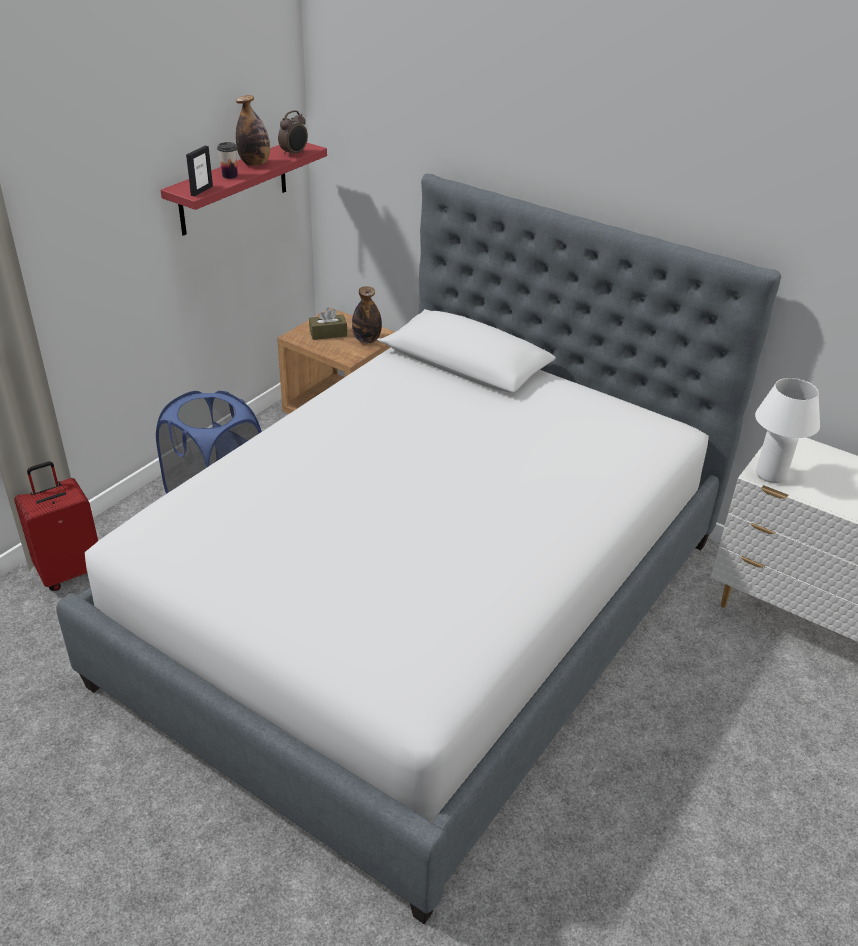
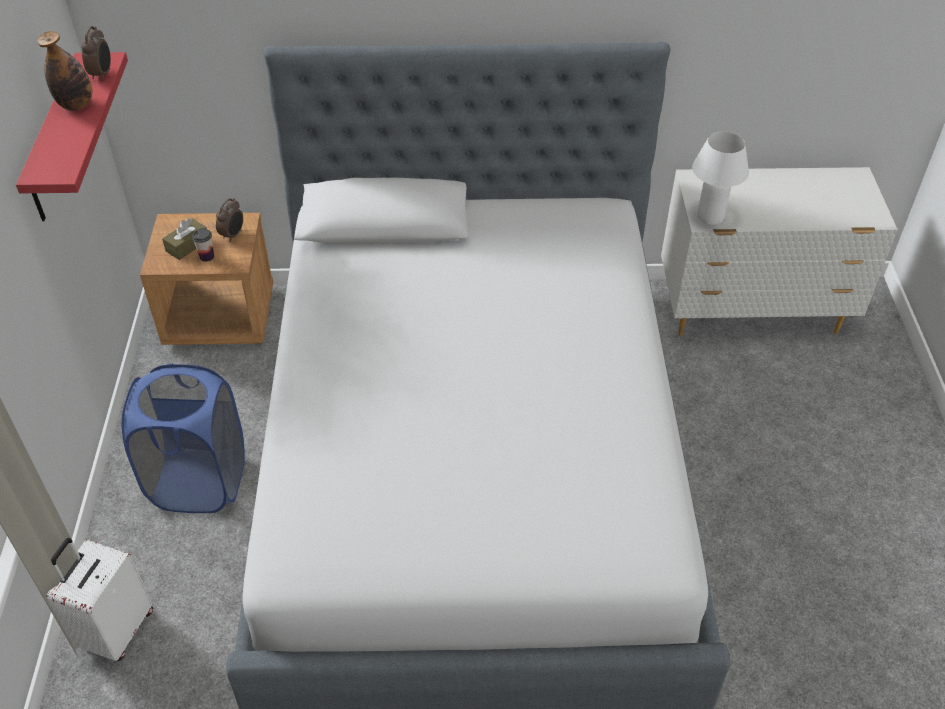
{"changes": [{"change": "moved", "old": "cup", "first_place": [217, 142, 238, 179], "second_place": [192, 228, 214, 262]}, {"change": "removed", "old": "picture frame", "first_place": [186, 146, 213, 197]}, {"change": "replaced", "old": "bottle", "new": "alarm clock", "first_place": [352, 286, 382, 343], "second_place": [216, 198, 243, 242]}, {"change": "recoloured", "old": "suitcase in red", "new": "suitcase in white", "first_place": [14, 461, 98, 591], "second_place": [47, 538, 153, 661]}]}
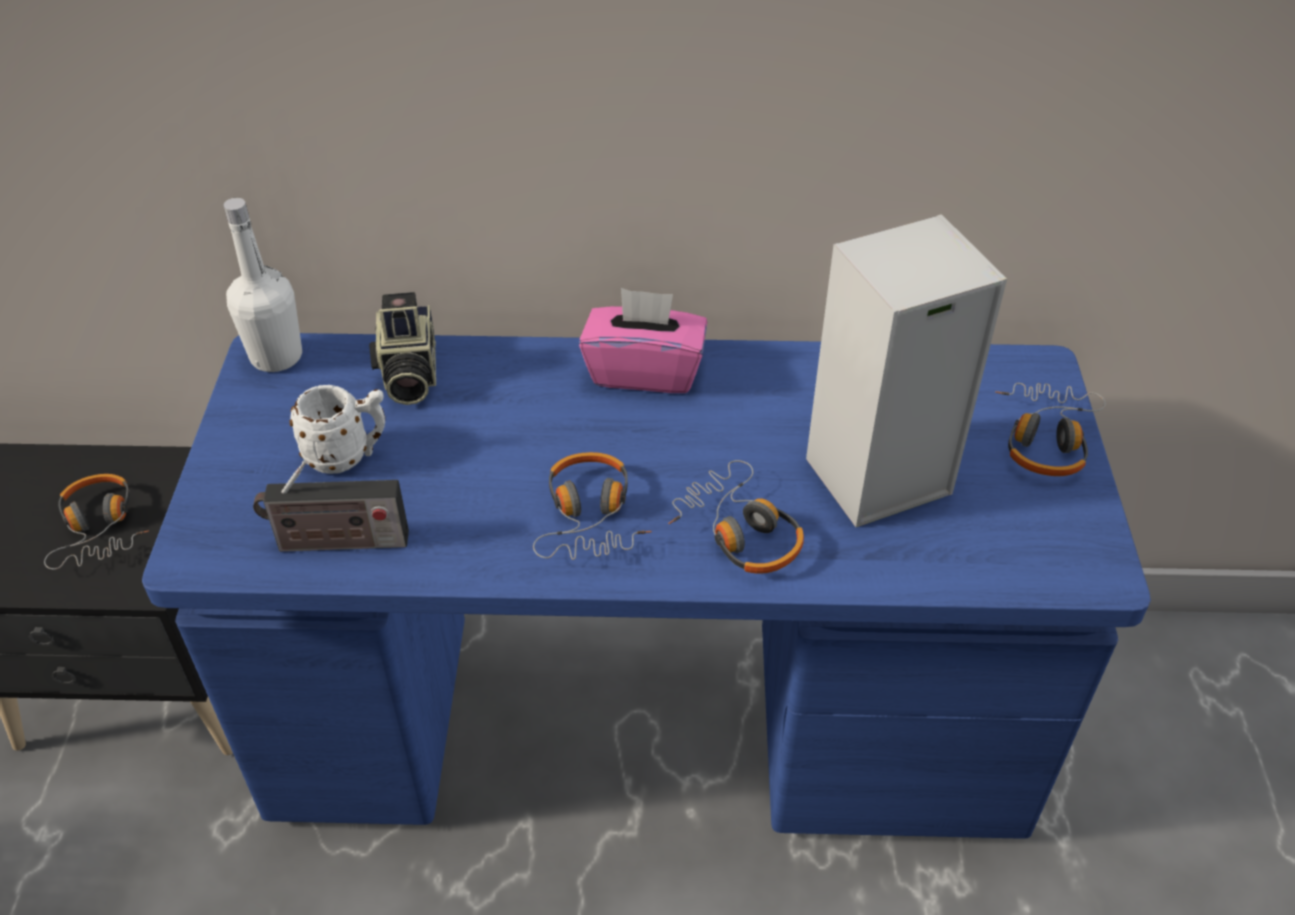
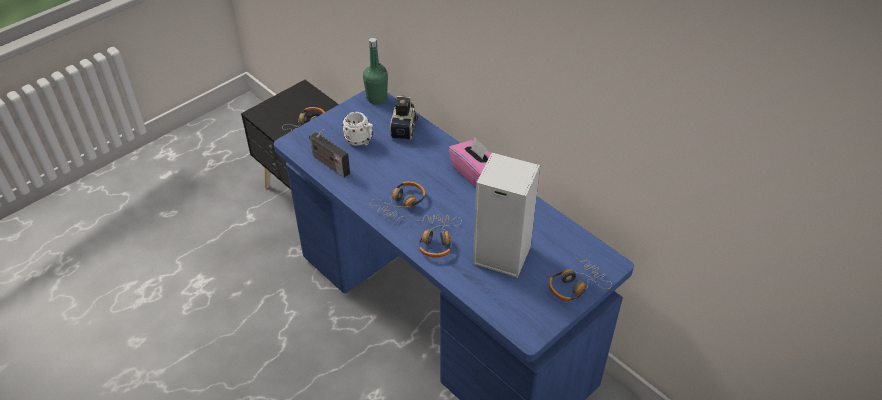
{"changes": [{"change": "recoloured", "old": "bottle in white", "new": "bottle in green", "first_place": [223, 198, 302, 372], "second_place": [363, 38, 388, 105]}, {"change": "turned", "old": "photo camera", "first_place": [369, 292, 436, 405], "second_place": [390, 96, 418, 140], "degrees": 150}]}
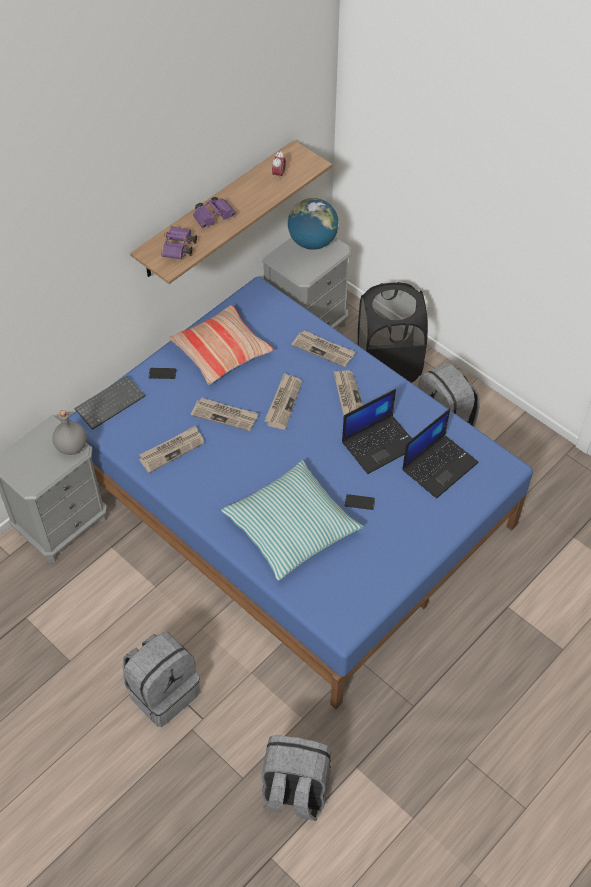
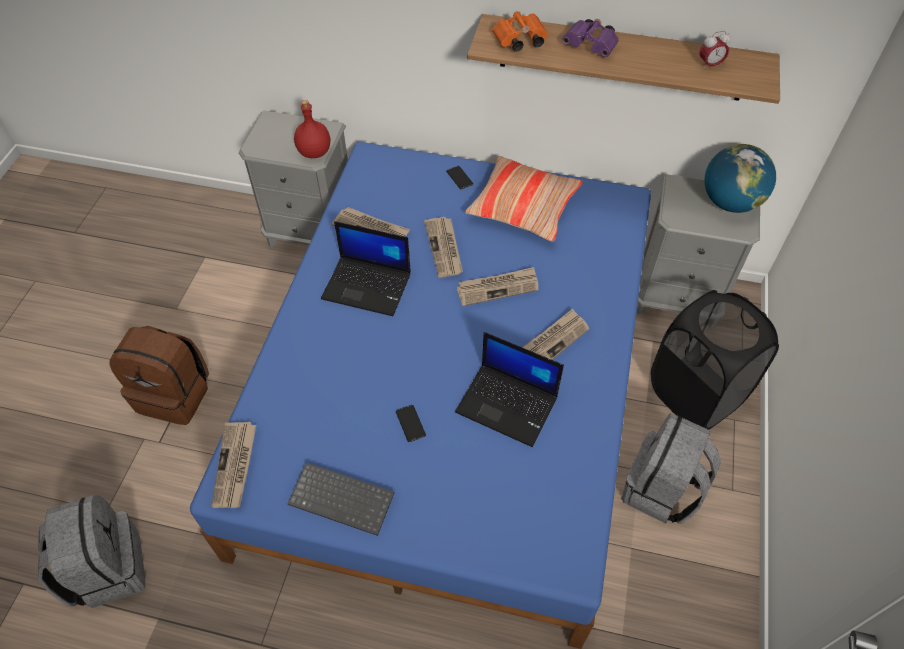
{"changes": [{"change": "recoloured", "old": "binoculars in purple", "new": "binoculars in orange", "first_place": [161, 226, 197, 259], "second_place": [492, 11, 548, 52]}, {"change": "moved", "old": "newspaper", "first_place": [291, 330, 356, 367], "second_place": [211, 422, 256, 508]}, {"change": "moved", "old": "keyboard", "first_place": [75, 376, 145, 430], "second_place": [287, 462, 395, 536]}, {"change": "moved", "old": "laptop", "first_place": [402, 408, 479, 499], "second_place": [321, 221, 411, 316]}, {"change": "recoloured", "old": "bottle in grey", "new": "bottle in red", "first_place": [52, 410, 87, 455], "second_place": [294, 100, 330, 158]}, {"change": "removed", "old": "pillow", "first_place": [221, 460, 363, 580]}, {"change": "recoloured", "old": "backpack in grey", "new": "backpack in brown", "first_place": [123, 631, 200, 727], "second_place": [109, 326, 209, 425]}]}
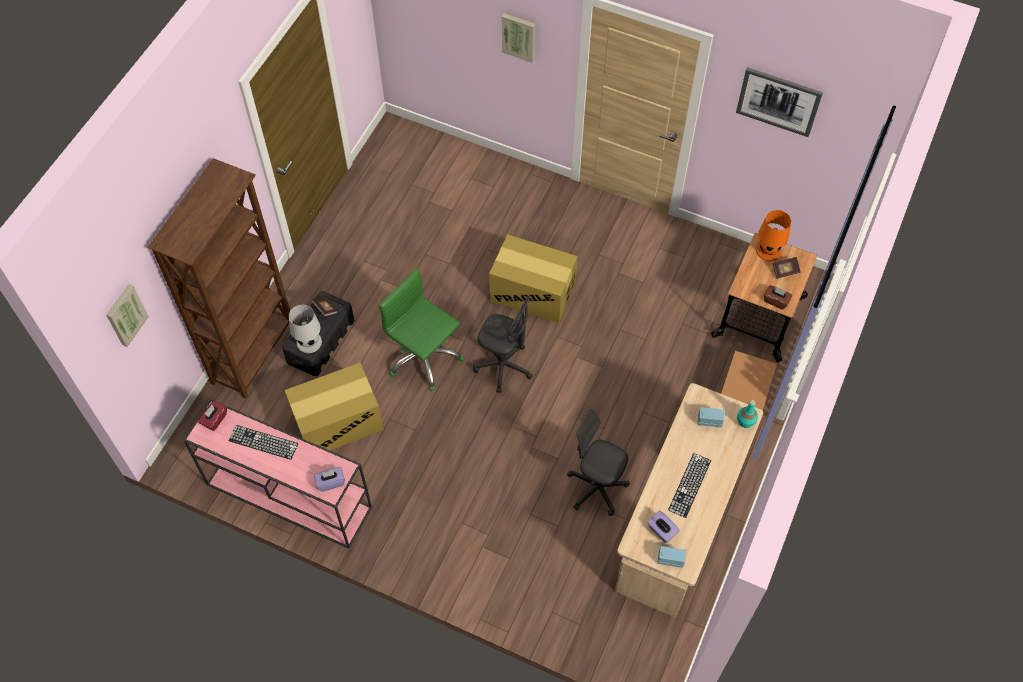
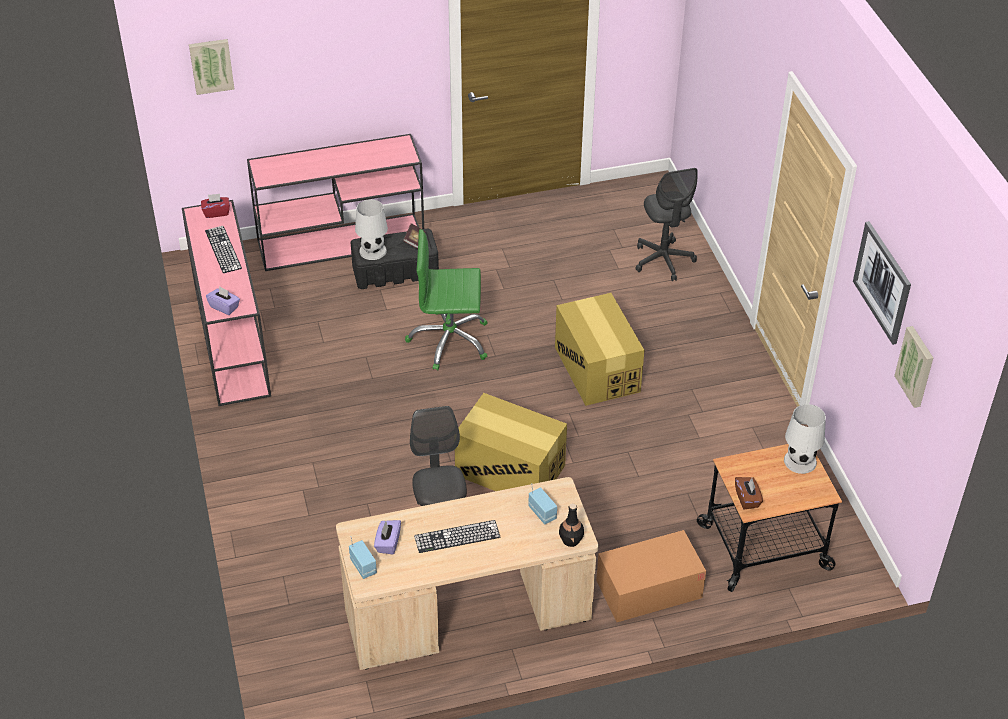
{"changes": [{"change": "moved", "old": "picture", "first_place": [502, 13, 535, 63], "second_place": [894, 326, 933, 408]}, {"change": "replaced", "old": "bookcase in brown", "new": "console table in pink", "first_place": [147, 158, 294, 399], "second_place": [247, 134, 424, 271]}, {"change": "recoloured", "old": "table lamp in orange", "new": "table lamp in white", "first_place": [756, 210, 791, 261], "second_place": [784, 404, 826, 474]}, {"change": "removed", "old": "book", "first_place": [773, 257, 800, 279]}, {"change": "turned", "old": "office chair in green", "first_place": [379, 269, 464, 391], "second_place": [405, 229, 488, 370], "degrees": -90}, {"change": "moved", "old": "office chair in grey", "first_place": [473, 298, 533, 393], "second_place": [635, 168, 698, 281]}, {"change": "moved", "old": "cardboard box", "first_place": [285, 363, 384, 450], "second_place": [455, 393, 567, 491]}, {"change": "recoloured", "old": "bottle in turquoise", "new": "bottle in black", "first_place": [737, 400, 758, 428], "second_place": [559, 503, 584, 547]}]}
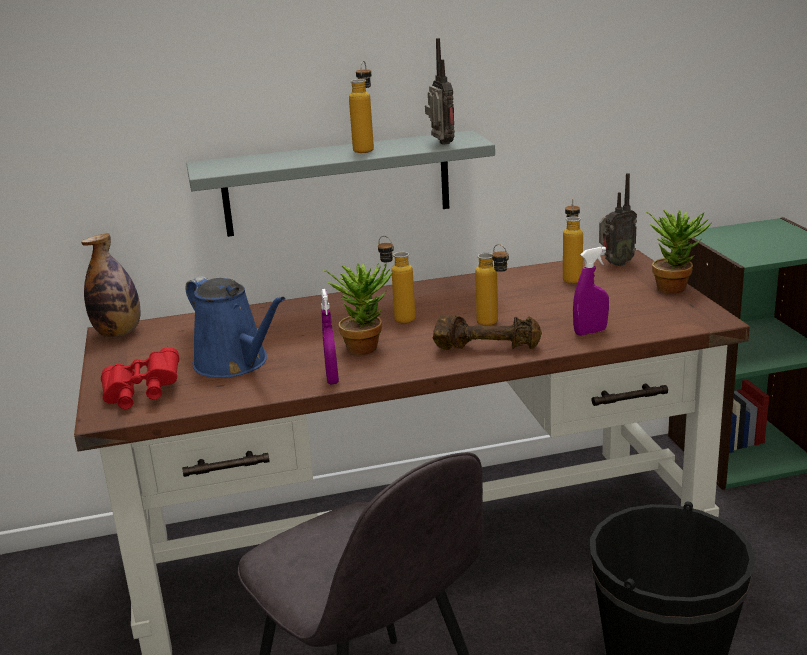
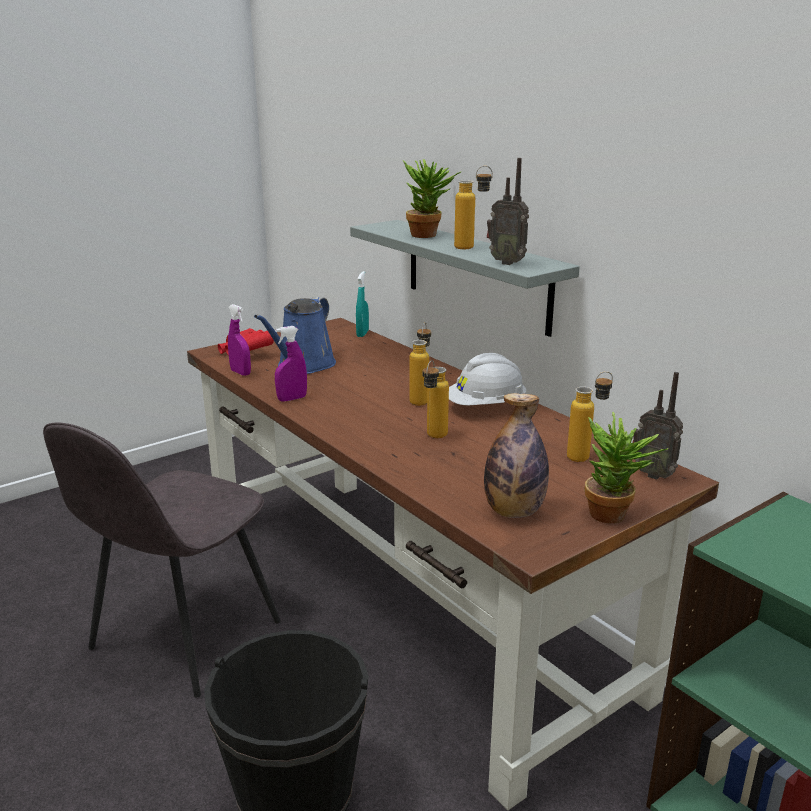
{"changes": [{"change": "turned", "old": "radio", "first_place": [425, 38, 455, 145], "second_place": [487, 158, 529, 265], "degrees": 75}, {"change": "moved", "old": "bottle", "first_place": [81, 233, 140, 337], "second_place": [484, 393, 549, 518]}, {"change": "moved", "old": "spray bottle in purple", "first_place": [573, 247, 609, 336], "second_place": [228, 304, 251, 376]}, {"change": "moved", "old": "potted plant", "first_place": [323, 263, 393, 355], "second_place": [403, 160, 461, 238]}, {"change": "removed", "old": "dumbbell in brown", "first_place": [433, 315, 542, 350]}, {"change": "added", "new": "spray bottle in turquoise", "second_place": [356, 271, 369, 337]}, {"change": "added", "new": "hard hat in white", "second_place": [449, 353, 526, 405]}]}
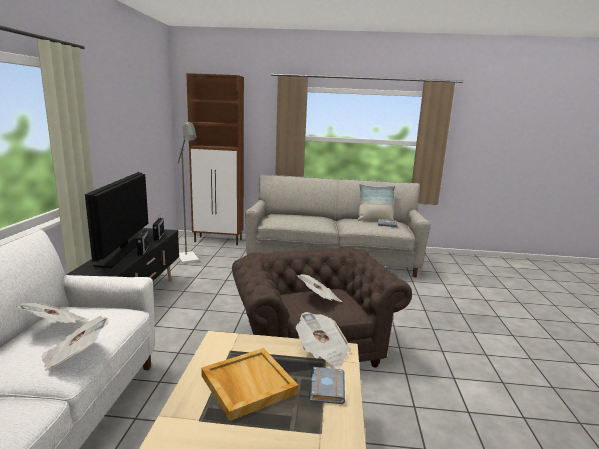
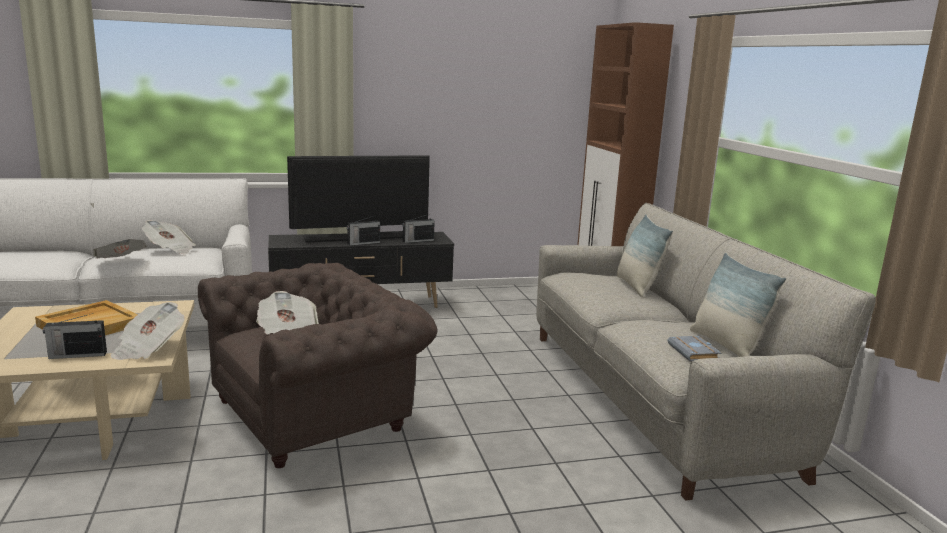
{"changes": [{"change": "removed", "old": "floor lamp in grey", "first_place": [178, 121, 199, 264]}, {"change": "replaced", "old": "book in grey", "new": "radio", "first_place": [310, 367, 345, 404], "second_place": [43, 313, 107, 359]}, {"change": "added", "new": "pillow", "second_place": [617, 214, 673, 297]}]}
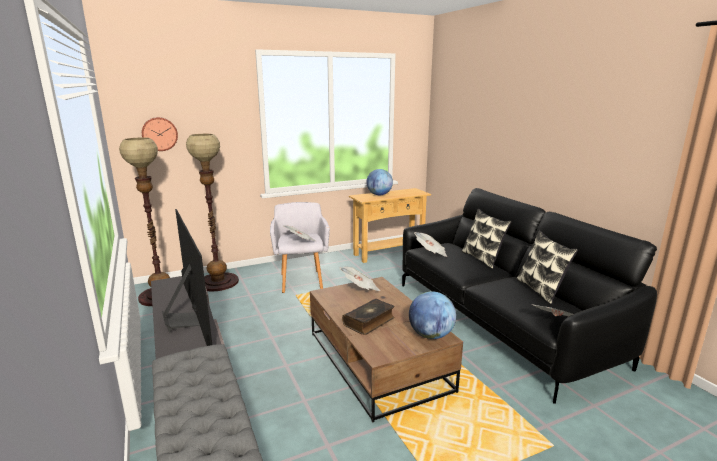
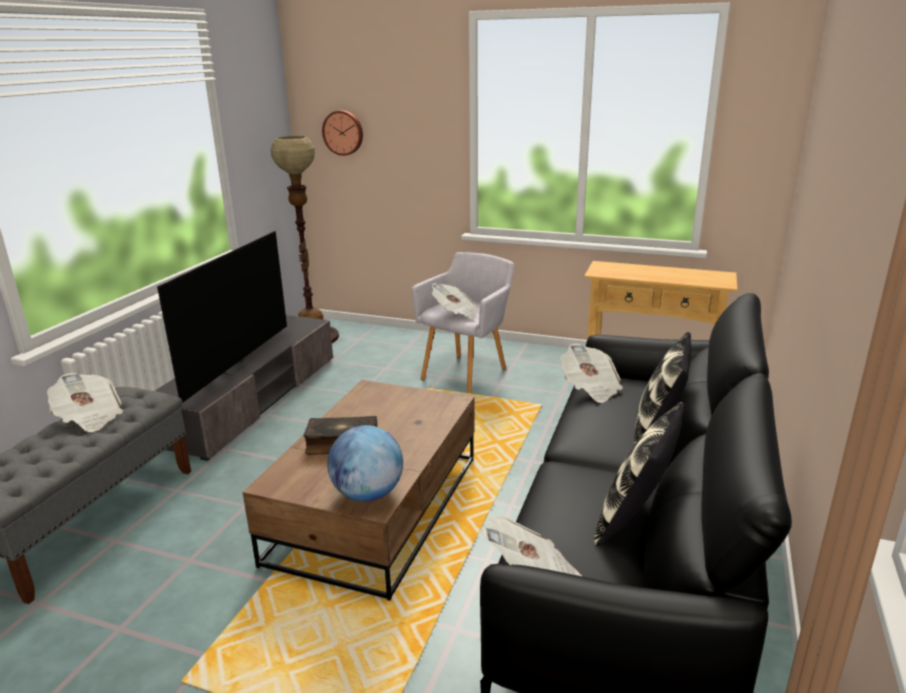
{"changes": [{"change": "removed", "old": "floor lamp", "first_place": [186, 134, 239, 291]}, {"change": "removed", "old": "globe", "first_place": [366, 169, 393, 195]}, {"change": "moved", "old": "newspaper", "first_place": [340, 267, 380, 291], "second_place": [47, 373, 123, 432]}]}
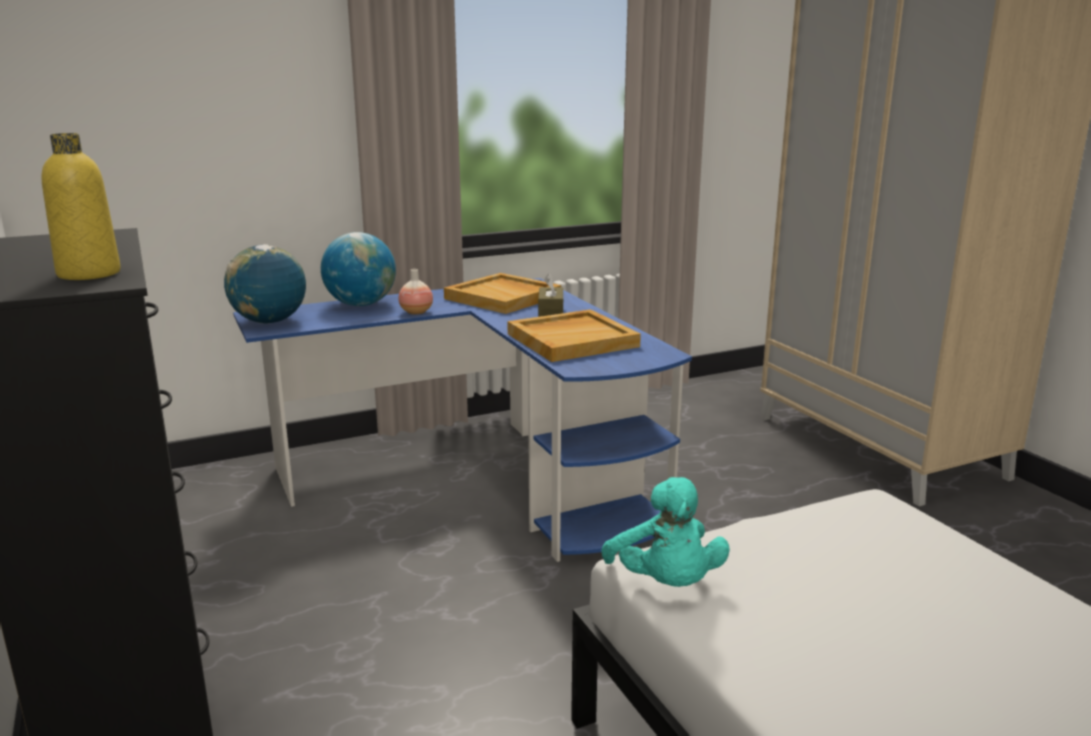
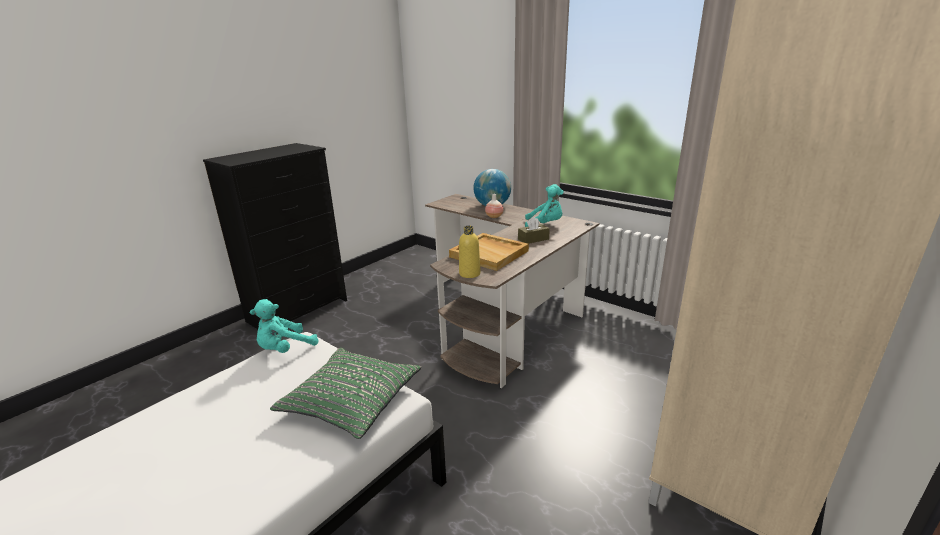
{"changes": [{"change": "moved", "old": "bottle in yellow", "first_place": [42, 133, 121, 280], "second_place": [459, 226, 481, 278]}, {"change": "removed", "old": "globe", "first_place": [224, 244, 306, 324]}, {"change": "replaced", "old": "tray in beige", "new": "plush toy in turquoise", "first_place": [444, 273, 561, 314], "second_place": [525, 184, 564, 227]}, {"change": "recoloured", "old": "desk in blue", "new": "desk in brown", "first_place": [233, 278, 692, 562], "second_place": [425, 194, 599, 388]}, {"change": "added", "new": "pillow in green", "second_place": [270, 347, 421, 439]}]}
